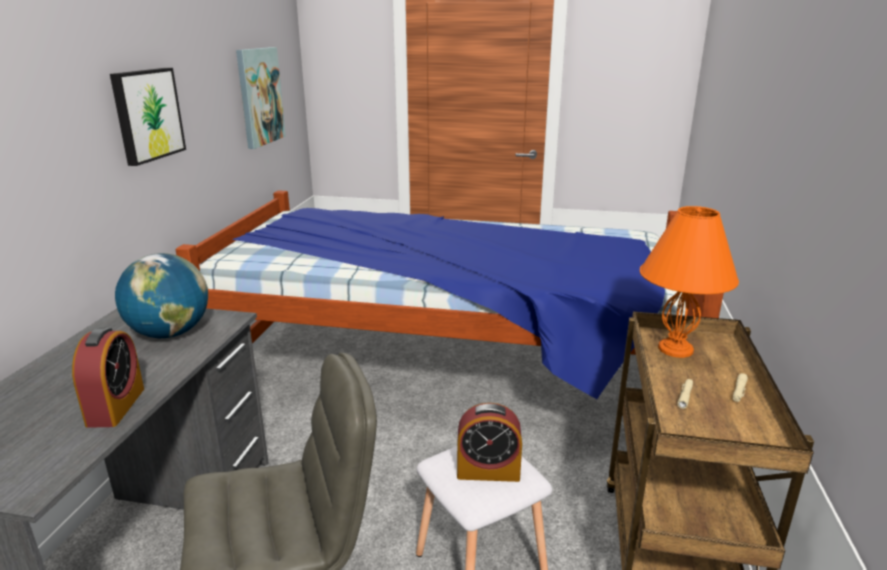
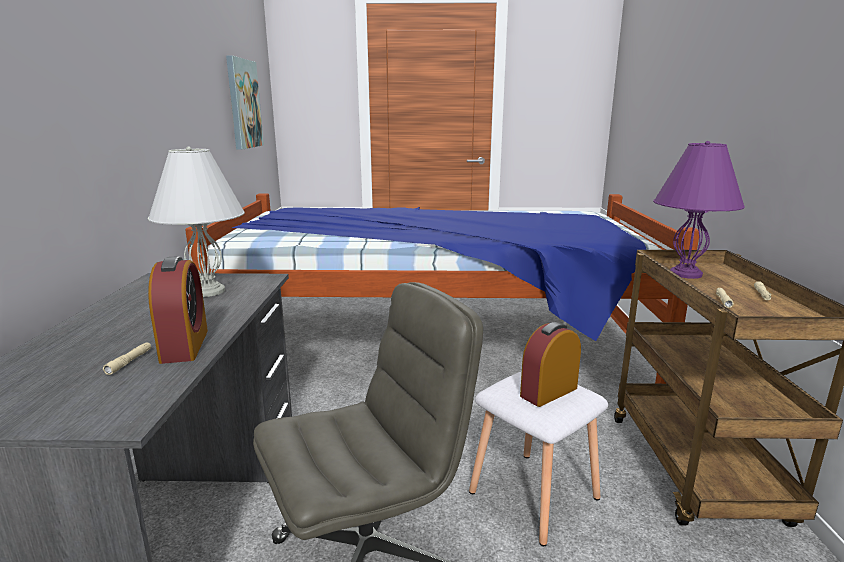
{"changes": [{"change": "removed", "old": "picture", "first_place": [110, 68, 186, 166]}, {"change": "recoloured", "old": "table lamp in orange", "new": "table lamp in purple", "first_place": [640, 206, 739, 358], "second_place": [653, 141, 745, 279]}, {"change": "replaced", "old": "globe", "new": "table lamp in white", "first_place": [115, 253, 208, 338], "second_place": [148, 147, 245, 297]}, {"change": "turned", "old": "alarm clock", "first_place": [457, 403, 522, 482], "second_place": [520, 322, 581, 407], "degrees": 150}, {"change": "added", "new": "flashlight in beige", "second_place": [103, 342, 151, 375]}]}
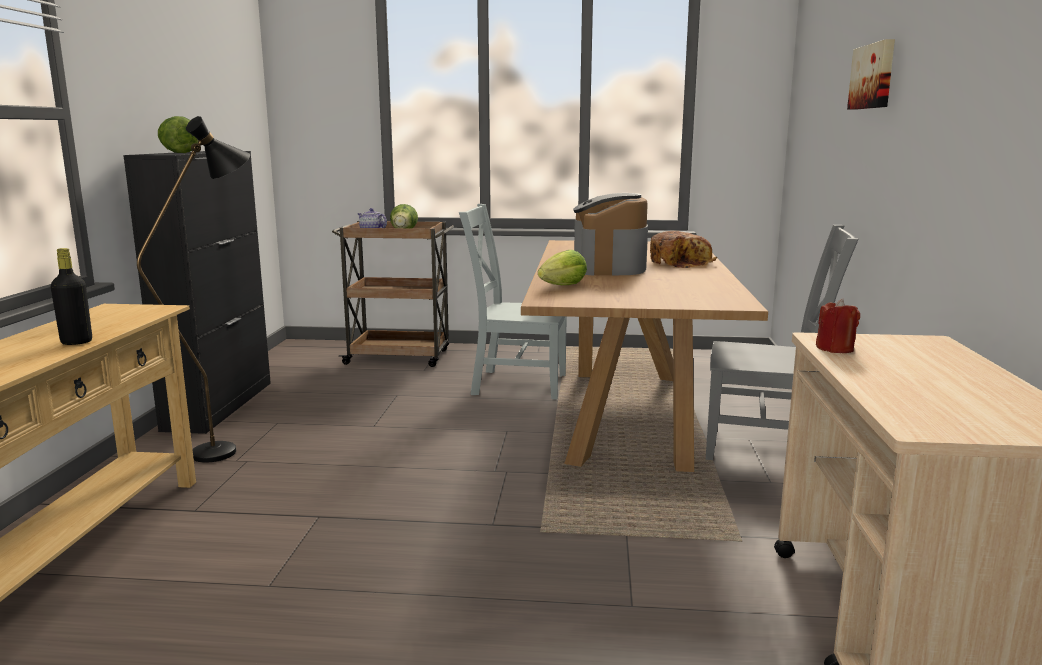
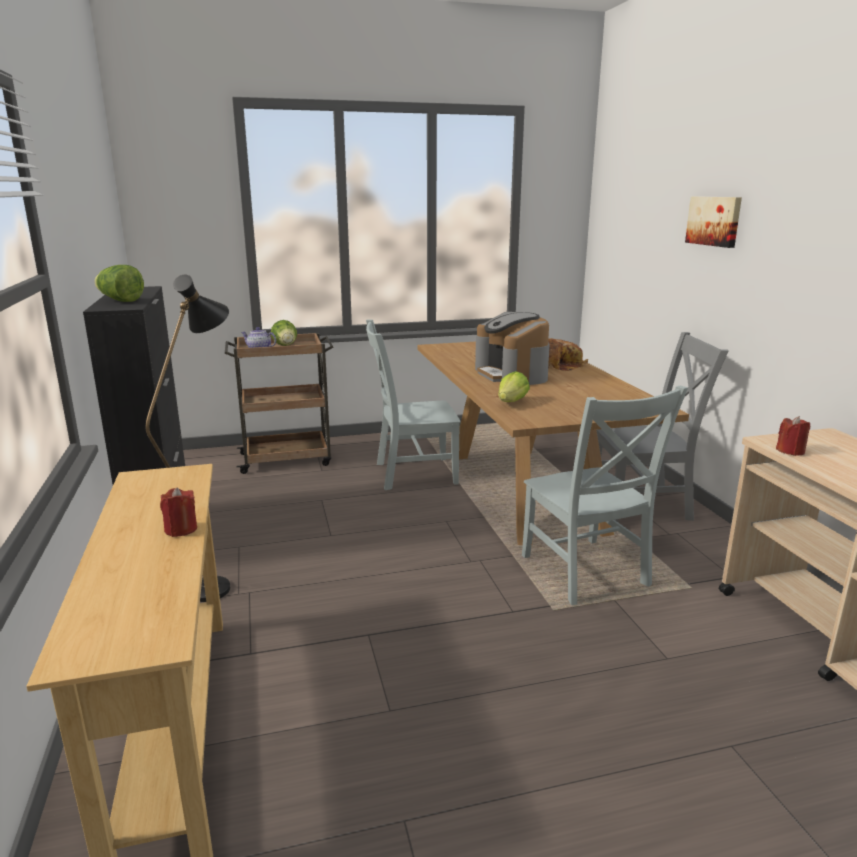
{"changes": [{"change": "replaced", "old": "bottle in black", "new": "candle in red", "first_place": [51, 248, 92, 345], "second_place": [160, 487, 197, 537]}, {"change": "added", "new": "chair in grey", "second_place": [522, 386, 688, 605]}]}
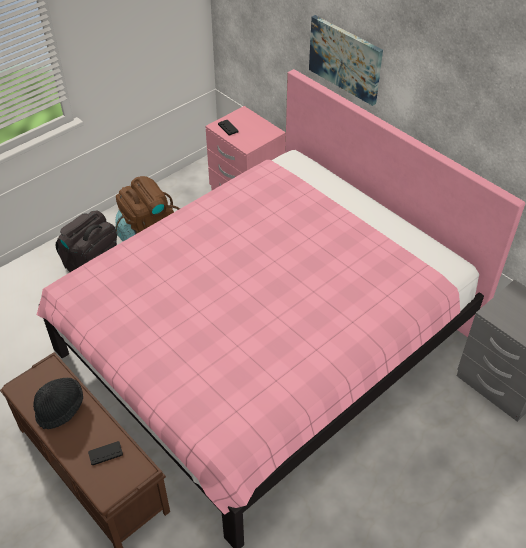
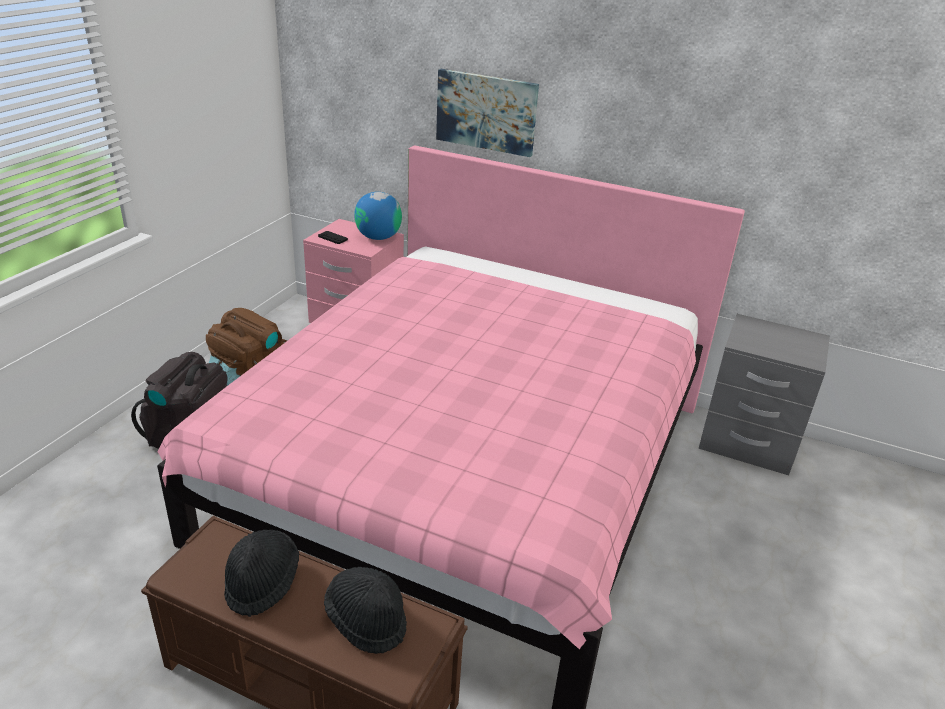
{"changes": [{"change": "replaced", "old": "game controller in black", "new": "hat in black", "first_place": [88, 441, 123, 465], "second_place": [324, 567, 407, 654]}, {"change": "added", "new": "globe", "second_place": [354, 192, 402, 240]}]}
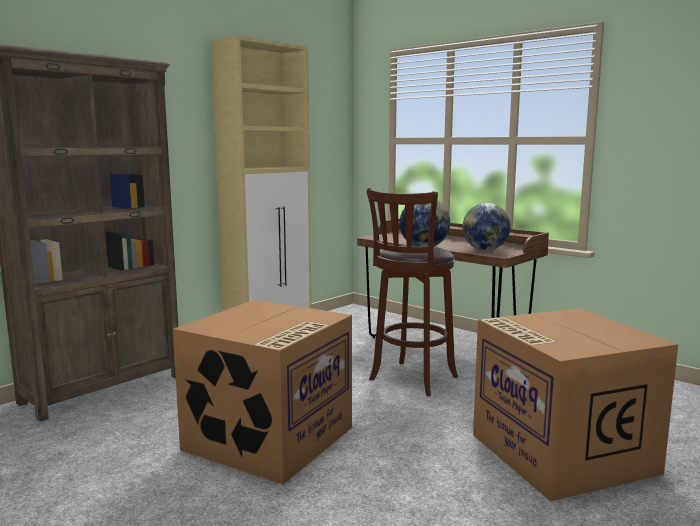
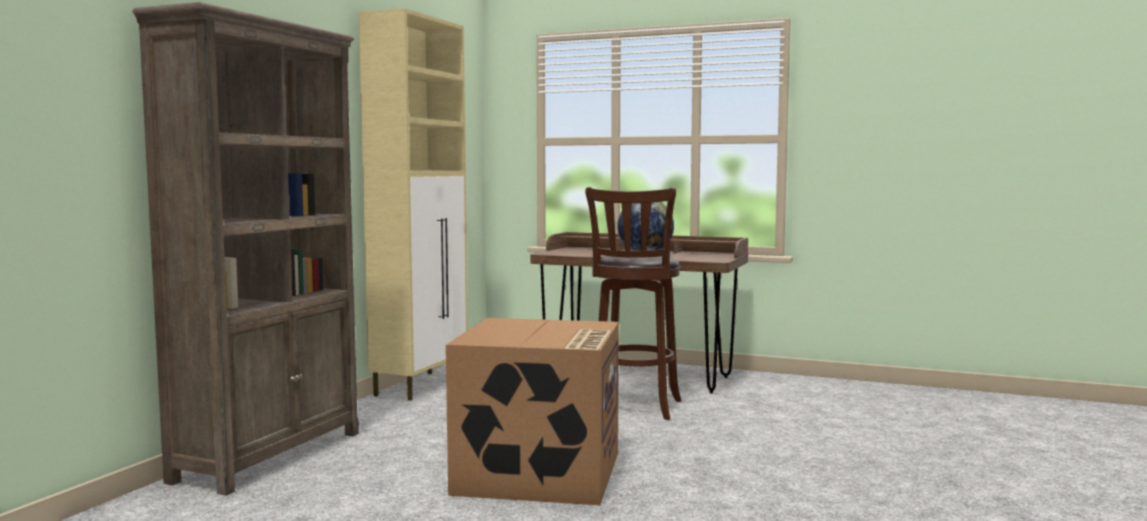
{"changes": [{"change": "removed", "old": "globe", "first_place": [463, 203, 511, 251]}, {"change": "removed", "old": "cardboard box", "first_place": [473, 308, 678, 501]}]}
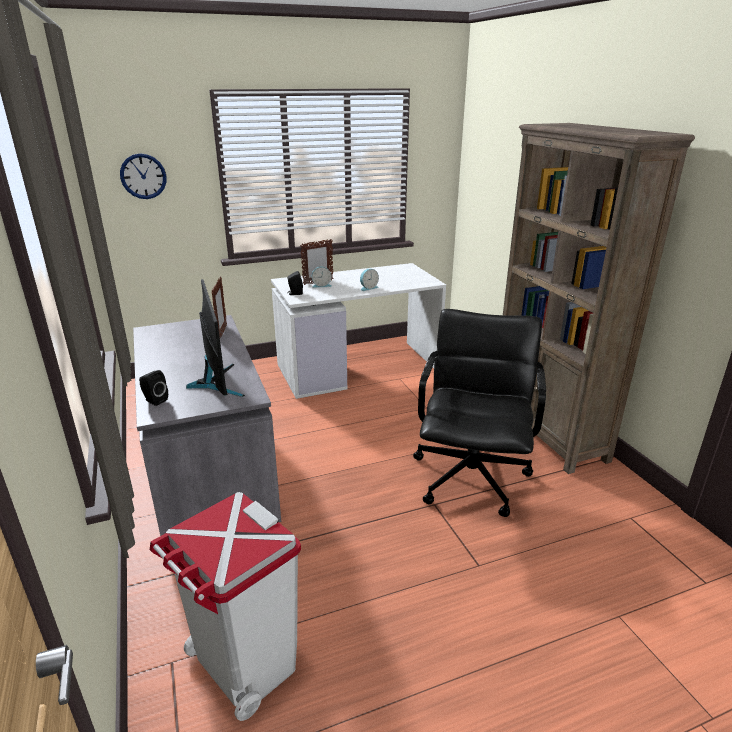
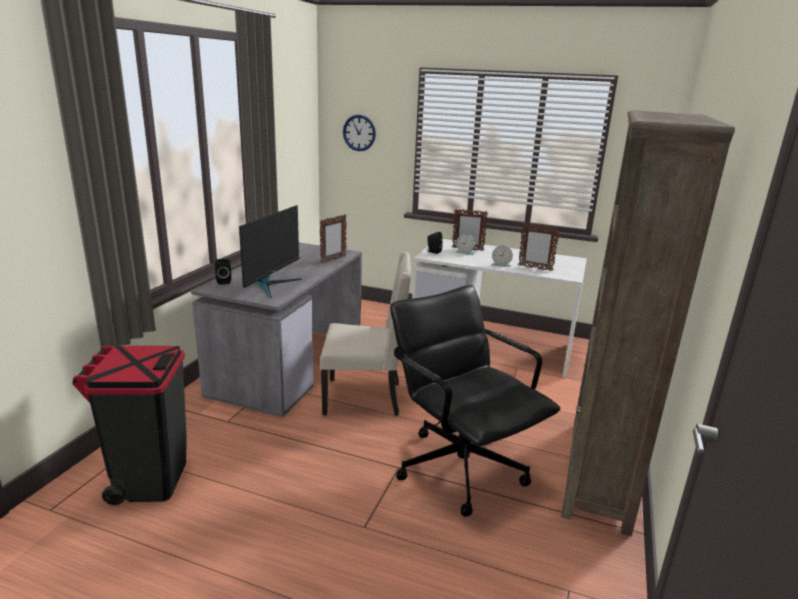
{"changes": [{"change": "turned", "old": "office chair in black", "first_place": [413, 309, 546, 517], "second_place": [390, 285, 560, 516], "degrees": -90}, {"change": "recoloured", "old": "trash can in white", "new": "trash can in black", "first_place": [150, 492, 301, 721], "second_place": [72, 346, 187, 505]}, {"change": "added", "new": "picture frame", "second_place": [519, 224, 559, 271]}, {"change": "added", "new": "chair in beige", "second_place": [320, 252, 411, 416]}]}
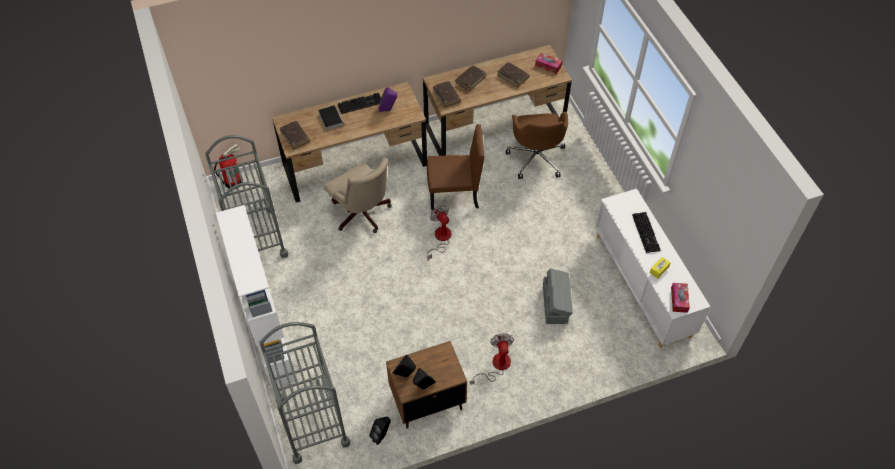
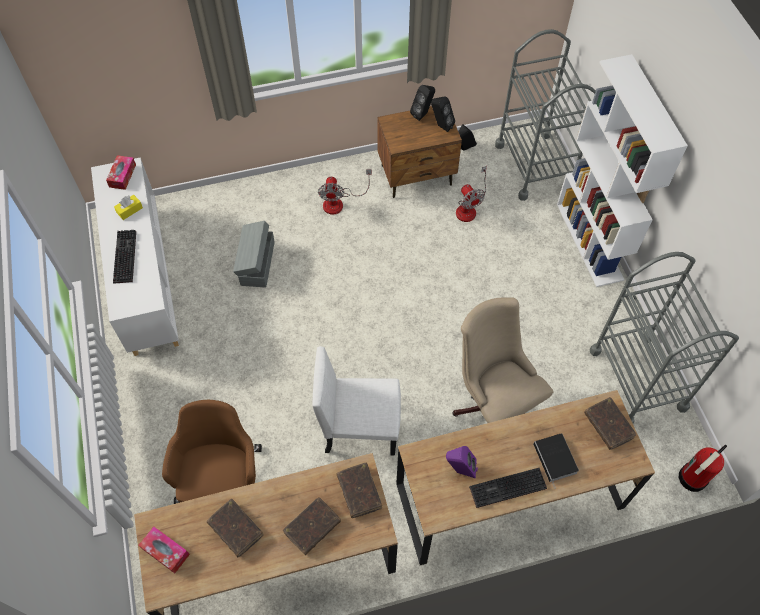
{"changes": [{"change": "recoloured", "old": "chair in brown", "new": "chair in white", "first_place": [427, 124, 484, 210], "second_place": [312, 346, 401, 456]}, {"change": "moved", "old": "fan", "first_place": [427, 205, 451, 260], "second_place": [456, 166, 487, 222]}]}
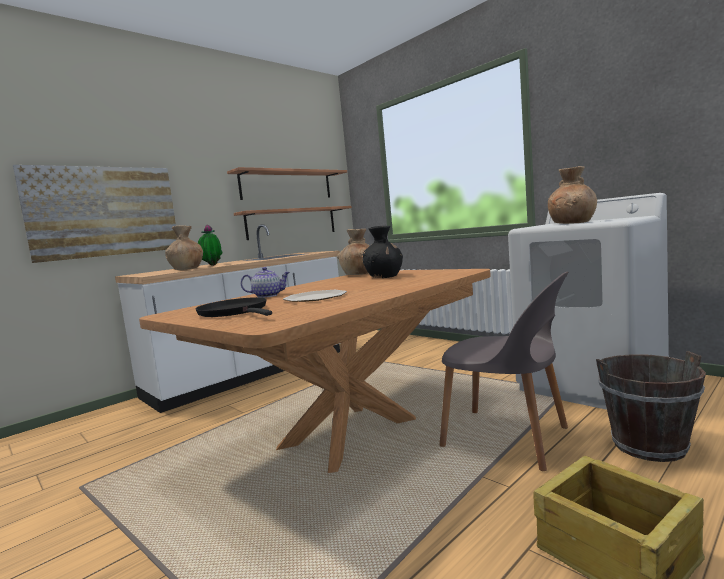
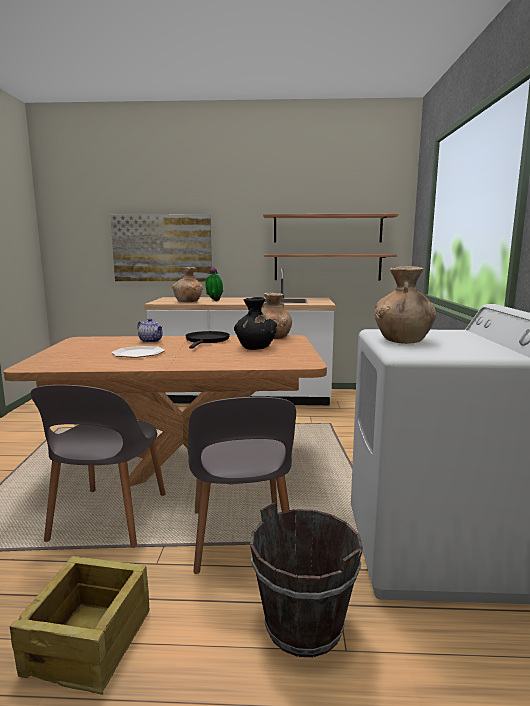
{"changes": [{"change": "moved", "old": "frying pan in black", "first_place": [195, 297, 272, 317], "second_place": [185, 331, 230, 349]}, {"change": "added", "new": "chair in grey", "second_place": [31, 385, 166, 548]}]}
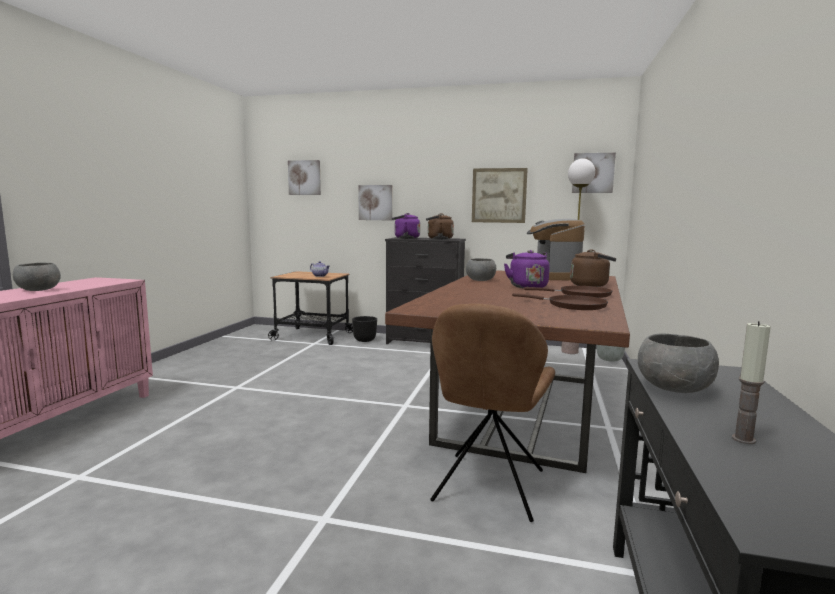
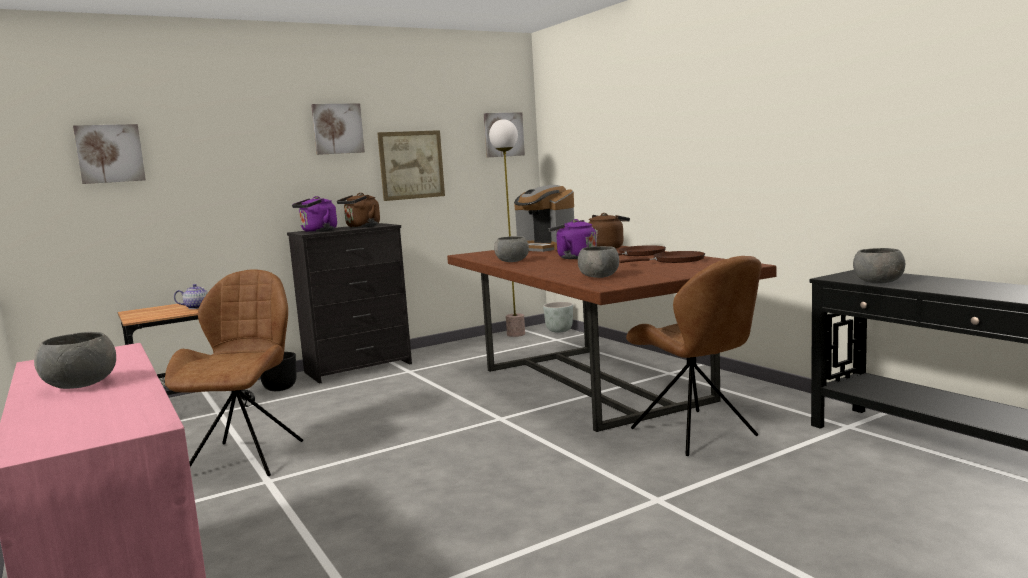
{"changes": [{"change": "moved", "old": "picture", "first_place": [358, 185, 392, 221], "second_place": [311, 103, 365, 155]}, {"change": "removed", "old": "candle", "first_place": [732, 321, 771, 444]}, {"change": "added", "new": "bowl in grey", "second_place": [578, 246, 619, 278]}, {"change": "added", "new": "chair in brown", "second_place": [165, 269, 303, 476]}]}
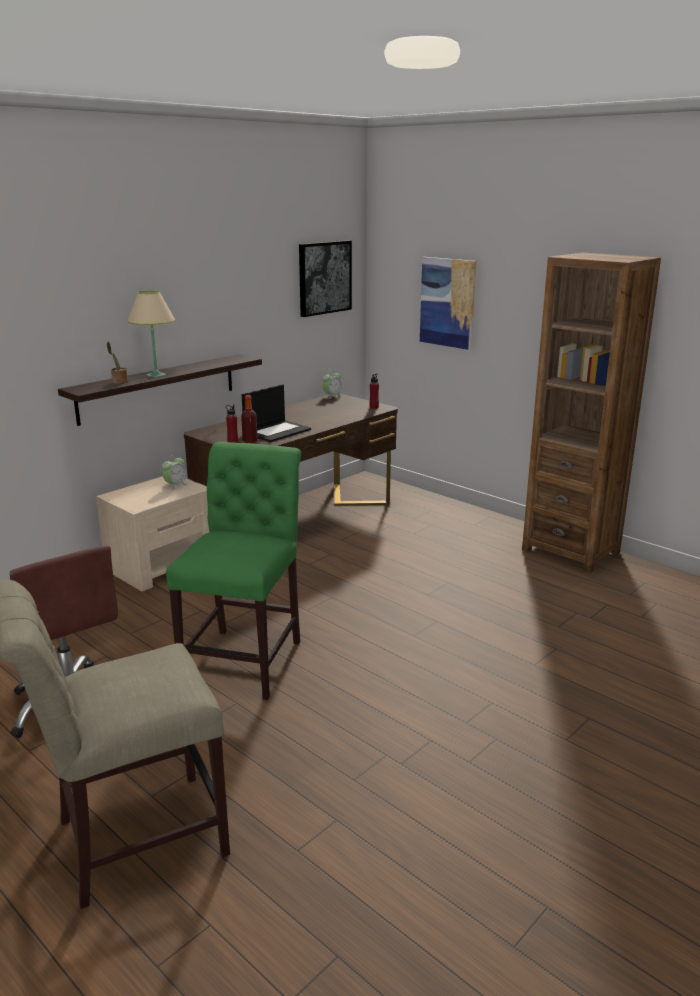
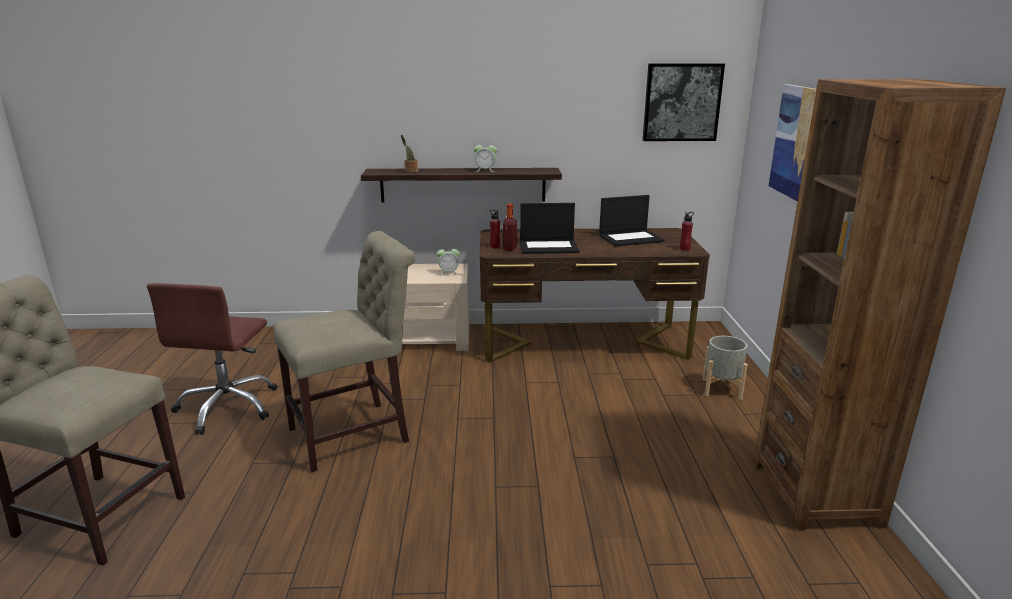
{"changes": [{"change": "removed", "old": "table lamp in beige", "first_place": [127, 291, 175, 377]}, {"change": "moved", "old": "alarm clock", "first_place": [323, 370, 342, 399], "second_place": [473, 143, 497, 172]}, {"change": "recoloured", "old": "chair in green", "new": "chair in beige", "first_place": [166, 442, 301, 700], "second_place": [273, 231, 416, 472]}, {"change": "added", "new": "laptop", "second_place": [599, 195, 665, 247]}, {"change": "added", "new": "planter in grey", "second_place": [702, 336, 748, 400]}]}
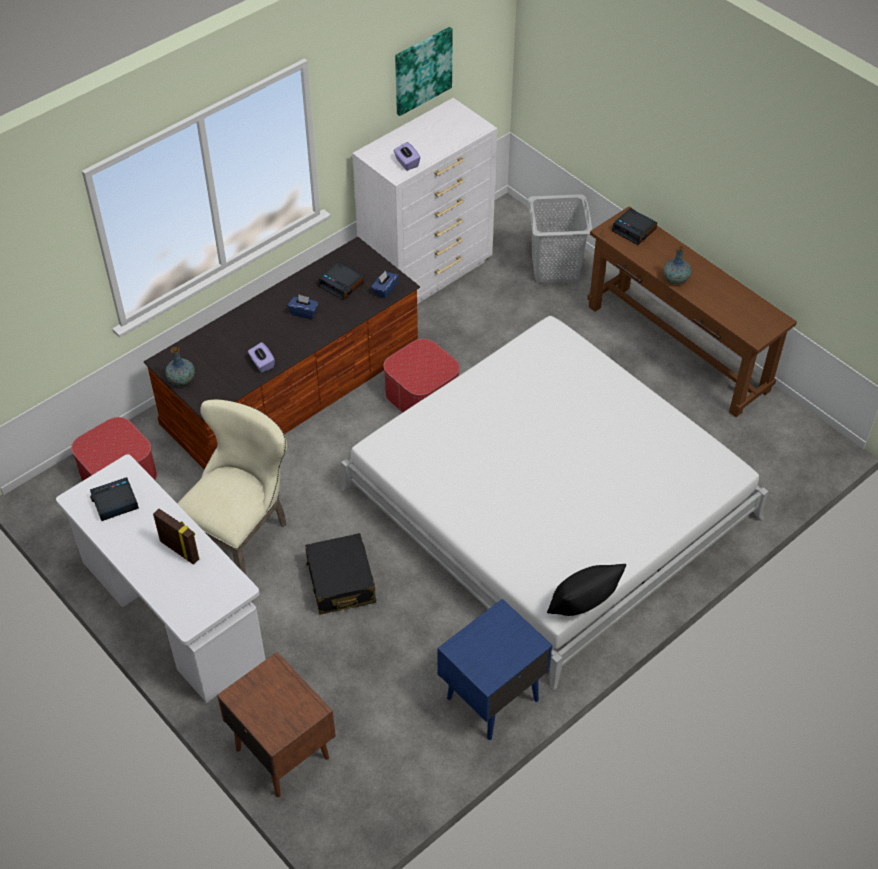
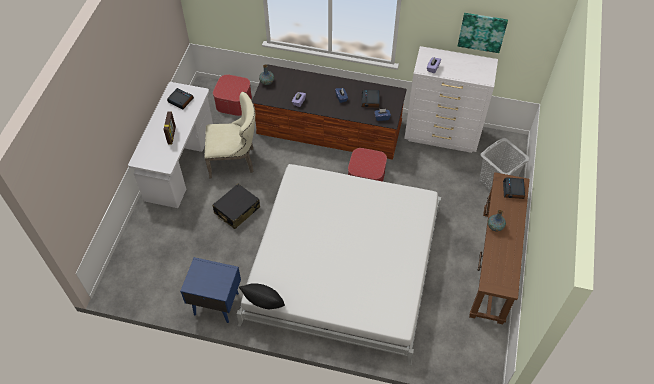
{"changes": [{"change": "removed", "old": "nightstand in brown", "first_place": [217, 652, 336, 797]}]}
